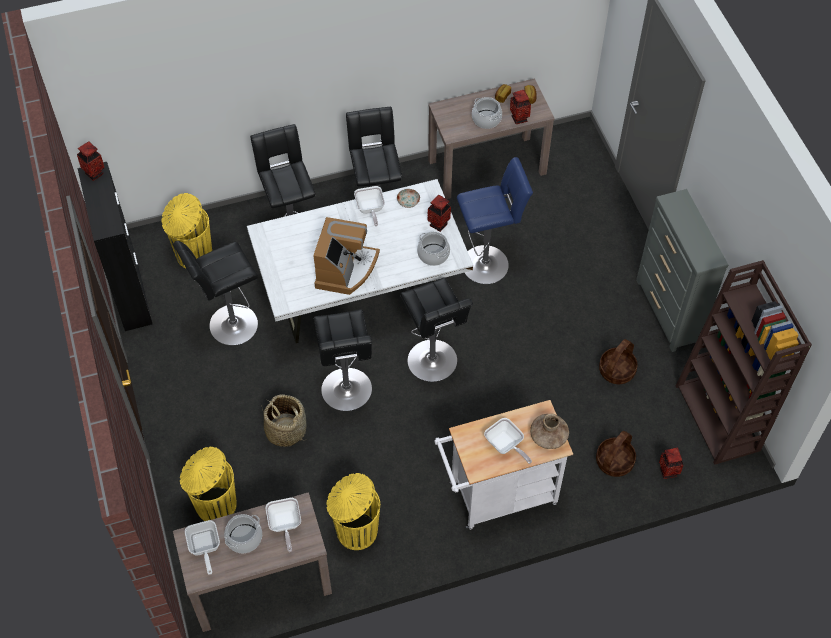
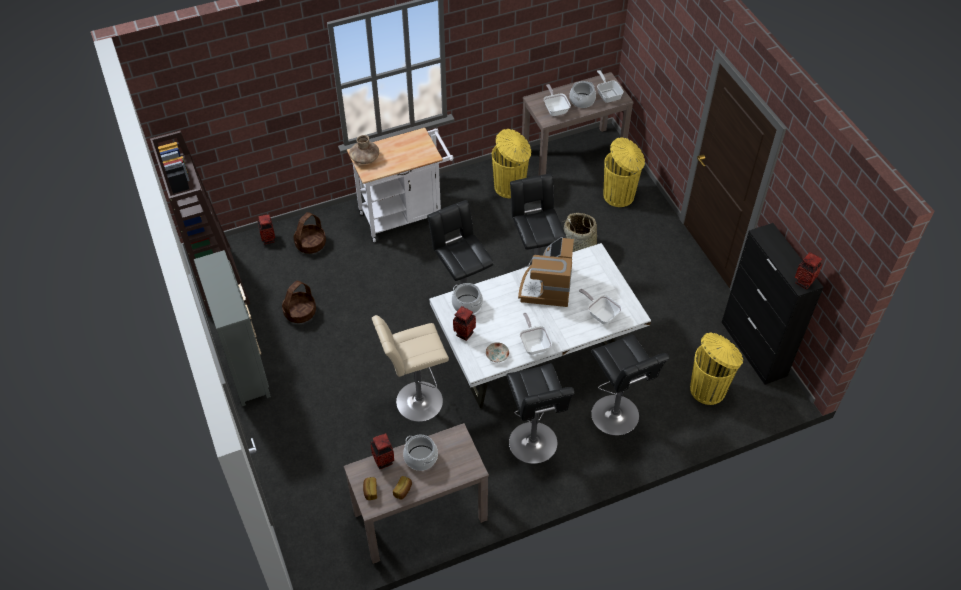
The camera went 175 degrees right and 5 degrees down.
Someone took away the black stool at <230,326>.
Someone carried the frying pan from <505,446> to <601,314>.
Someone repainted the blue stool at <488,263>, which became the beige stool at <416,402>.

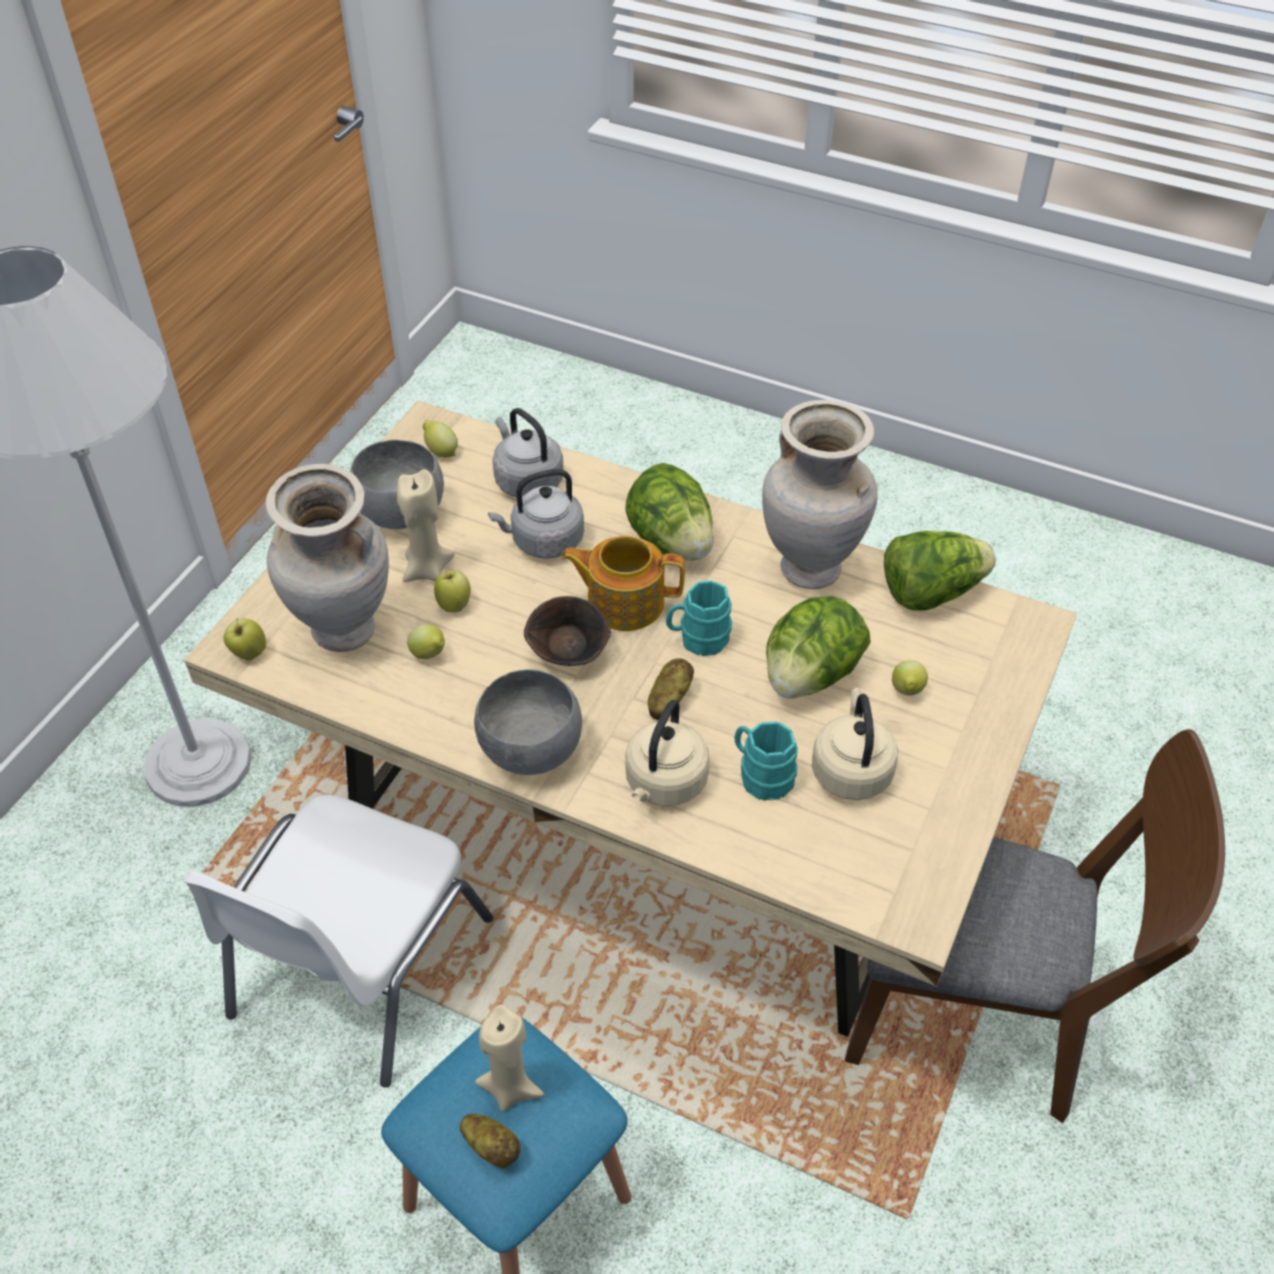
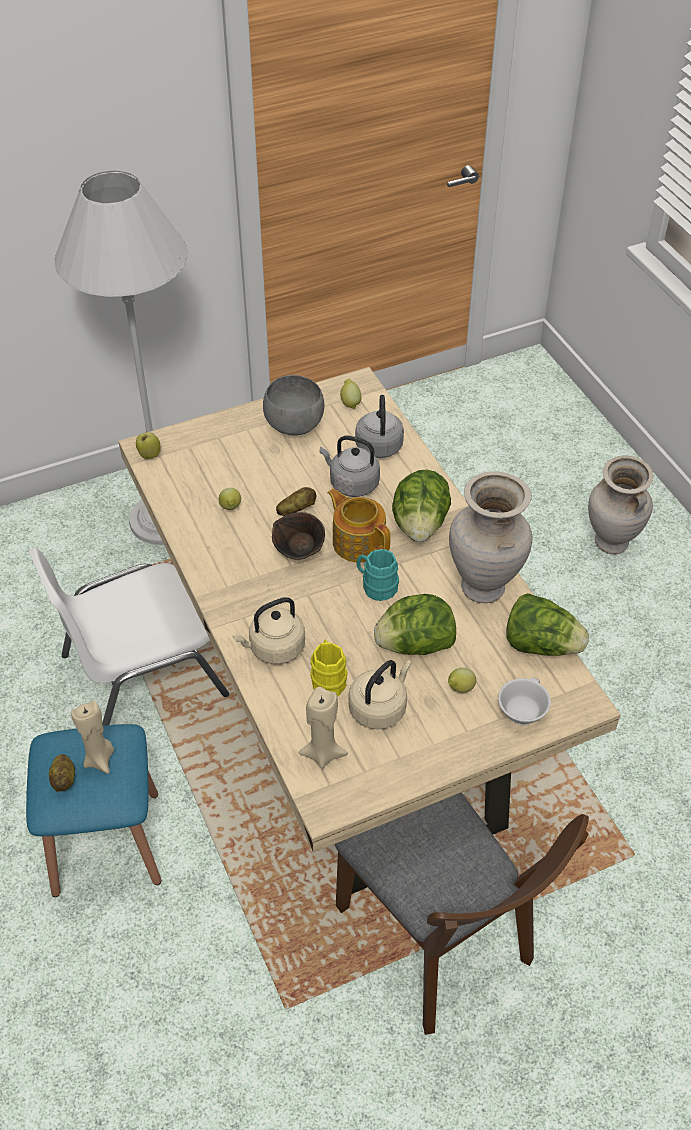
The camera went 40 degrees right and 0 degrees up.
Someone took away the apple at <454,604>.
Someone took away the grey bowl at <530,753>.
Someone put down the white cup at <520,710>.
Someone carried the beige vase from <343,633> to <610,544>.
Someone carried the beige candle from <427,569> to <323,753>.
Someone carried the potato from <668,700> to <296,510>.
Someone repainted the turquoise mug at <761,775>, which became the yellow mug at <328,678>.

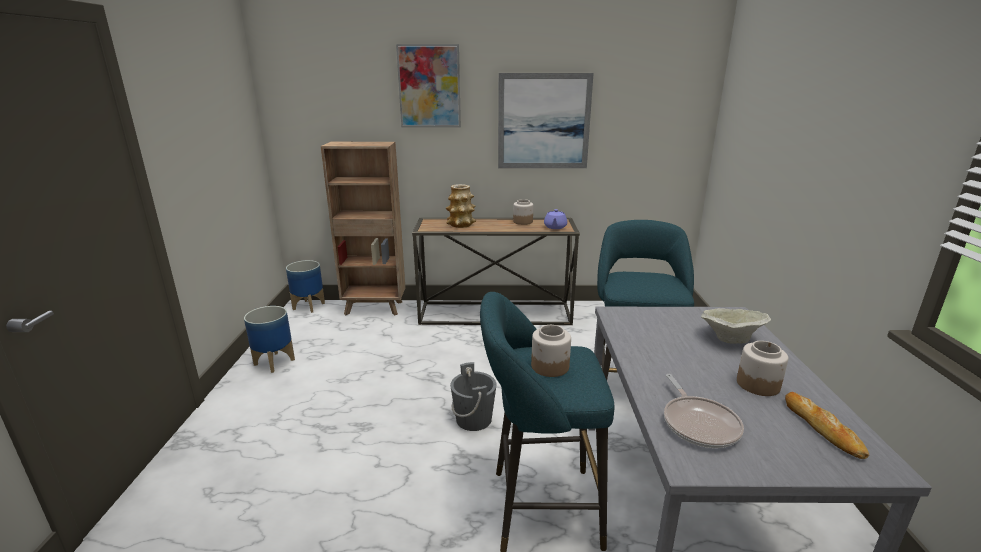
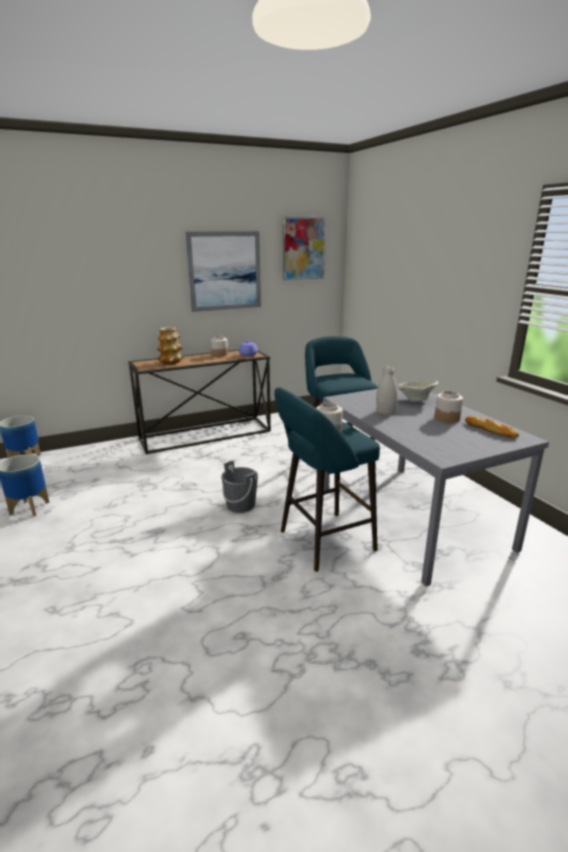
The camera went 25 degrees left and 0 degrees up.
Someone took away the brown bookcase at <375,308>.
Someone took away the frying pan at <698,423>.
Someone put down the white vase at <385,412>.
Someone carried the picture from <429,86> to <303,248>.

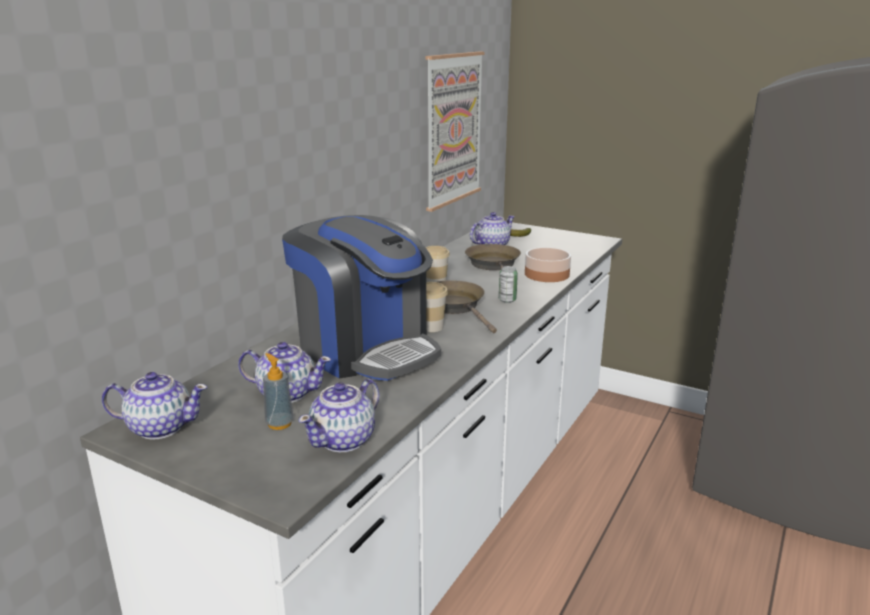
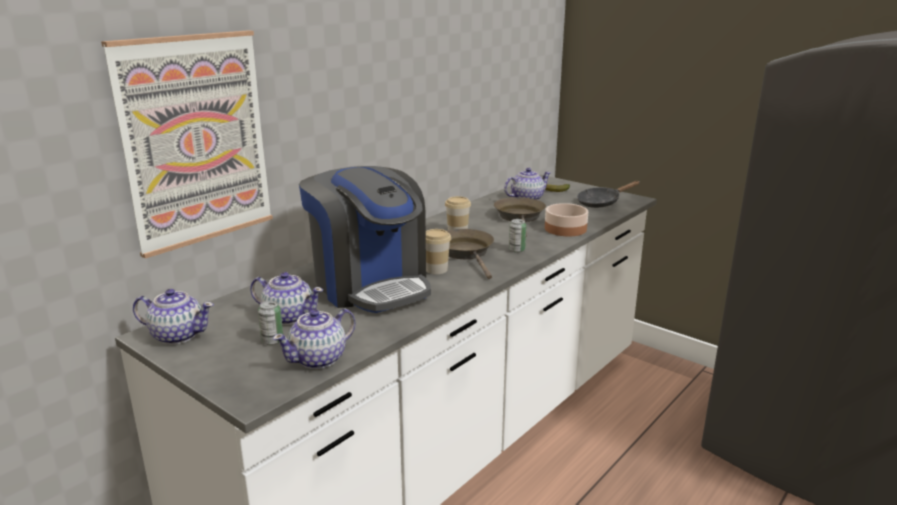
The camera went 10 degrees right and 0 degrees up.
Someone put down the black frying pan at <601,202>.
Someone carried the picture from <453,129> to <195,140>.
Someone swapped the soap dispenser at <279,423> for the can at <272,341>.

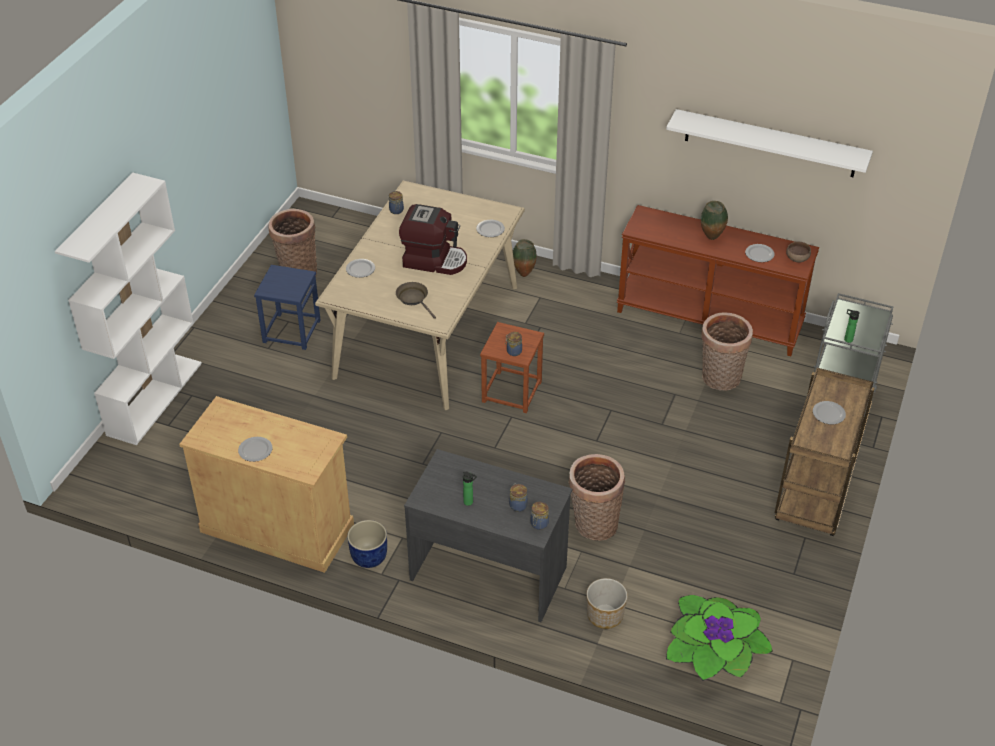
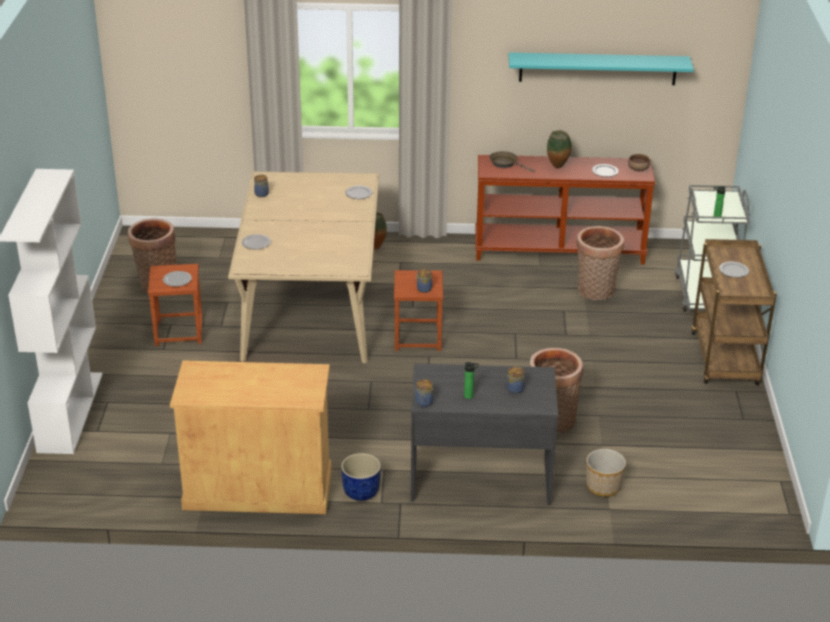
The camera went 20 degrees left and 10 degrees down.
Someone took away the coffee machine at <434,260>.
Someone took away the potted plant at <713,652>.
Someone carried the plate from <255,450> to <177,280>.
Someone carried the brown frying pan from <414,299> to <505,164>.
Someone carried the jar from <539,524> to <424,403>.
Someone repainted the blue stool at <291,331>, which became the brown stool at <178,331>.
Someone repainted the white shelf at <770,143>, which became the turquoise shelf at <597,68>.

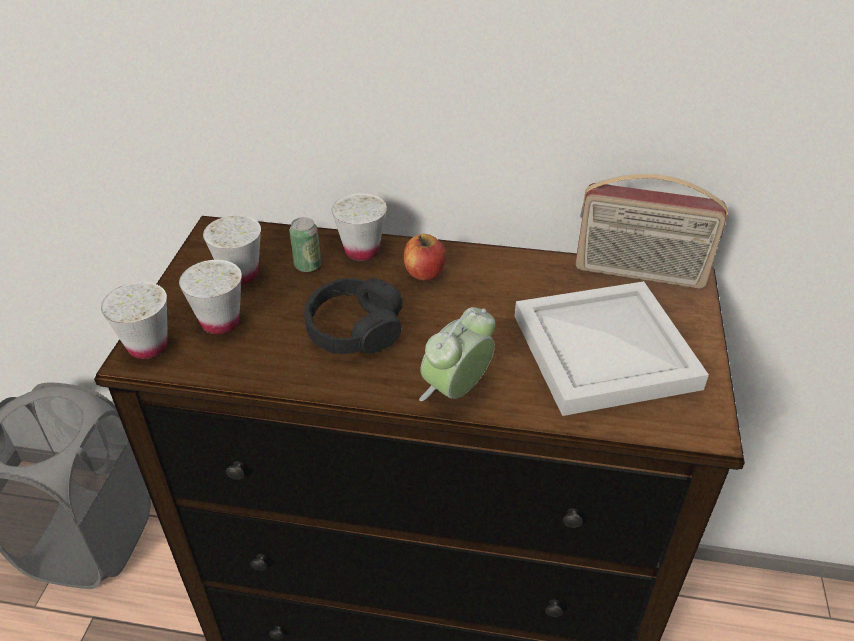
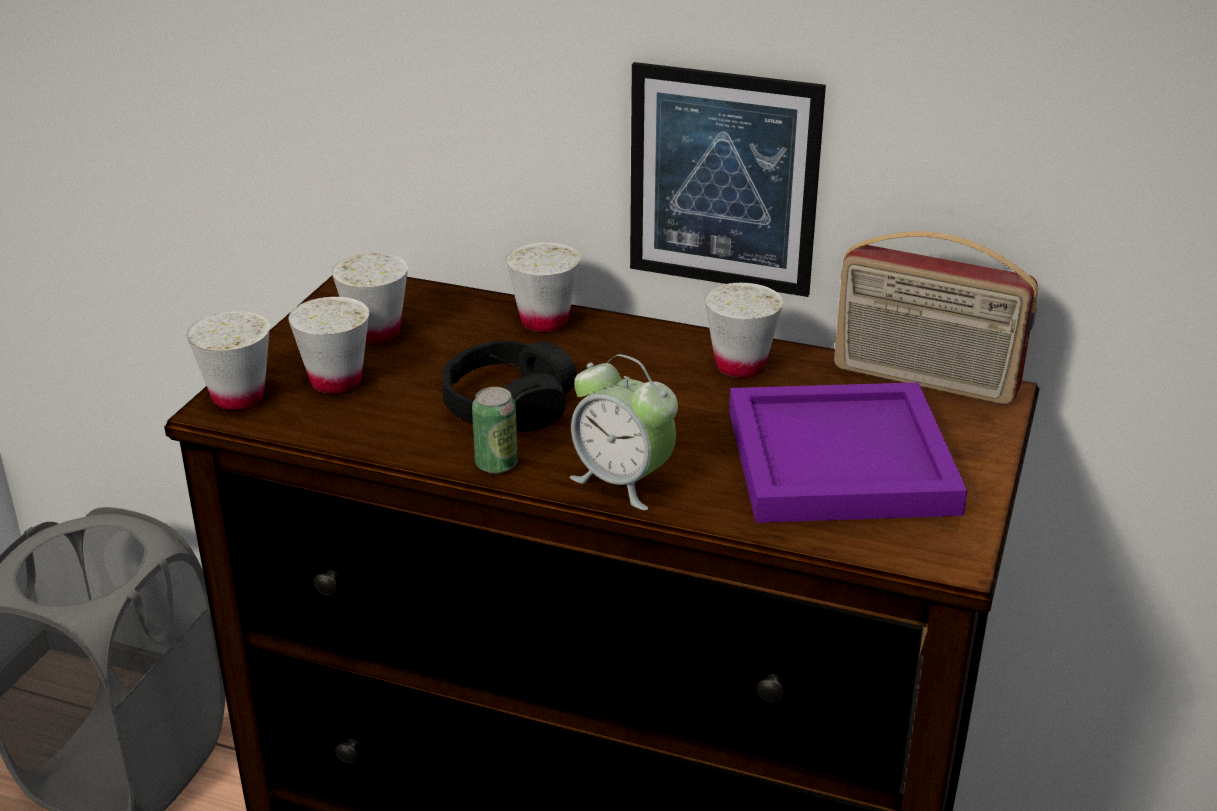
The camera went 10 degrees right and 10 degrees down.
Someone took away the apple at <424,273>.
Someone put up the picture at <723,180>.
Someone put down the white cup at <740,366>.
Someone carried the can from <307,265> to <496,464>.
Someone repainted the white tray at <603,353>, which became the purple tray at <837,462>.
Someone rotated the alarm clock at <456,390> by 105 degrees counterclockwise.

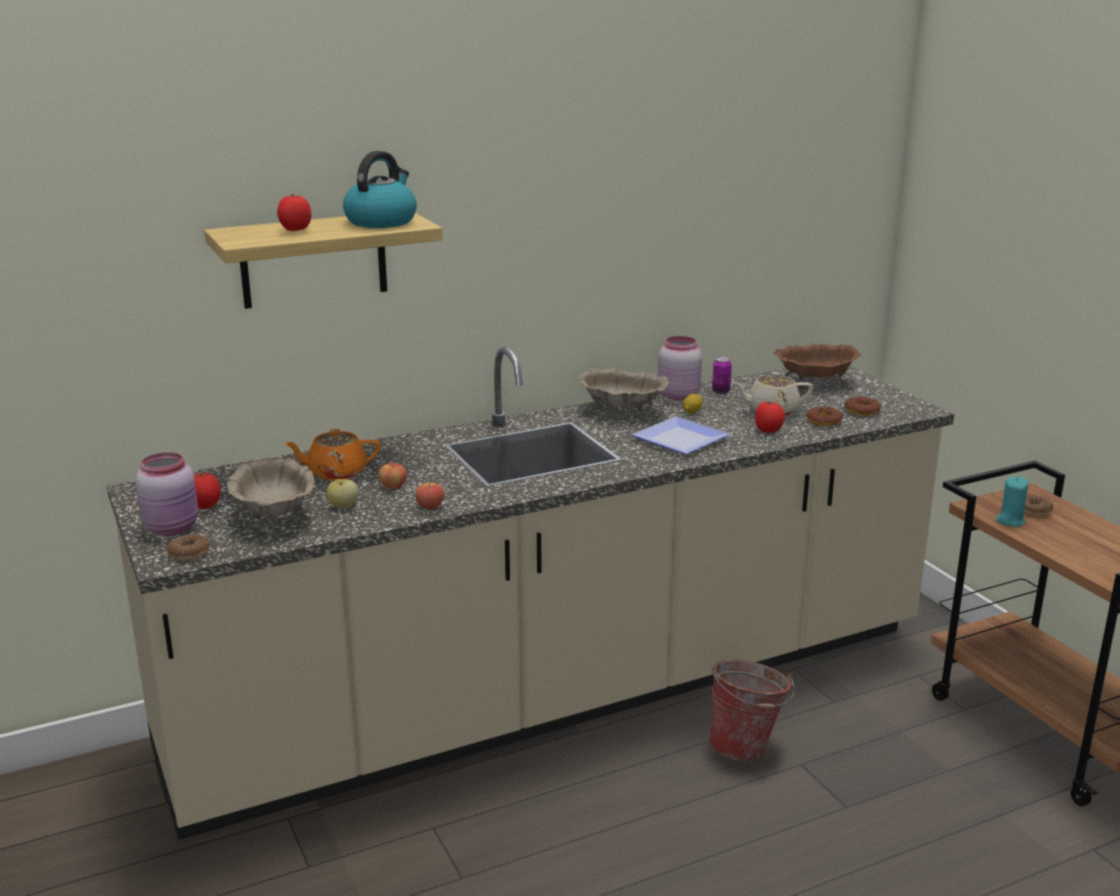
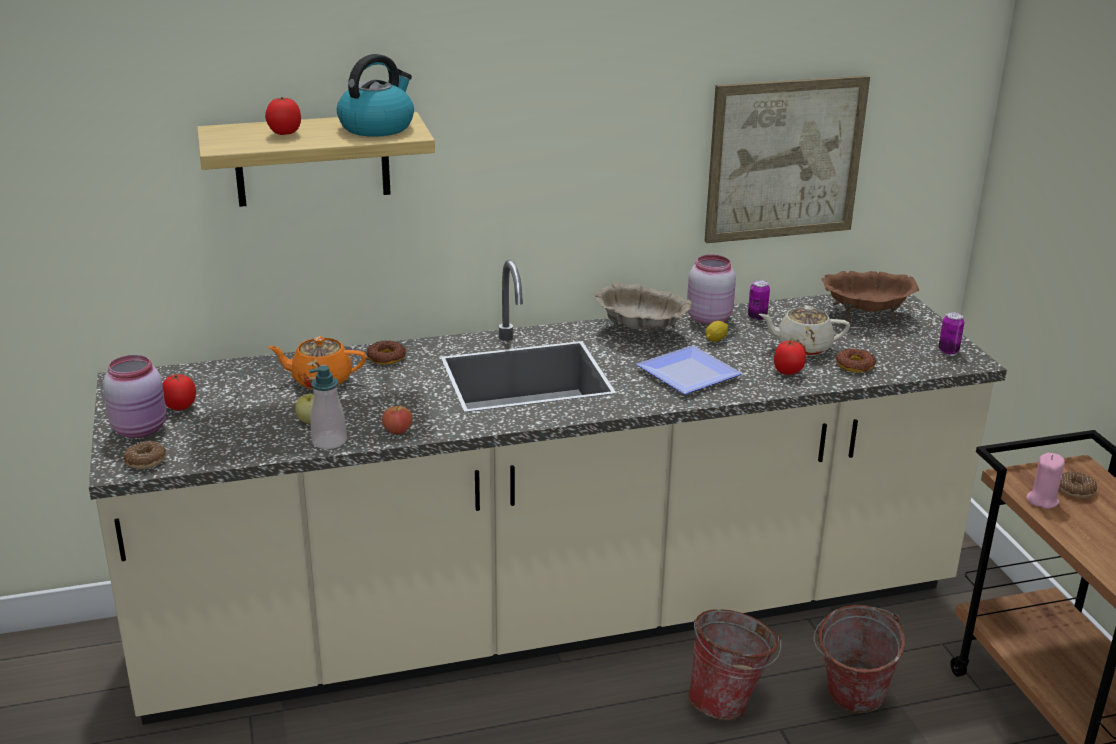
The camera went 10 degrees right and 5 degrees up.
Someone took away the beige bowl at <275,517>.
Someone took away the apple at <393,486>.
Someone put down the soap dispenser at <329,441>.
Someone put up the picture at <784,159>.
Someone put down the bucket at <849,702>.
Someone put down the can at <948,350>.
Someone carried the donut from <862,411> to <386,357>.
Someone repainted the turquoise candle at <1010,521>, which became the pink candle at <1042,500>.

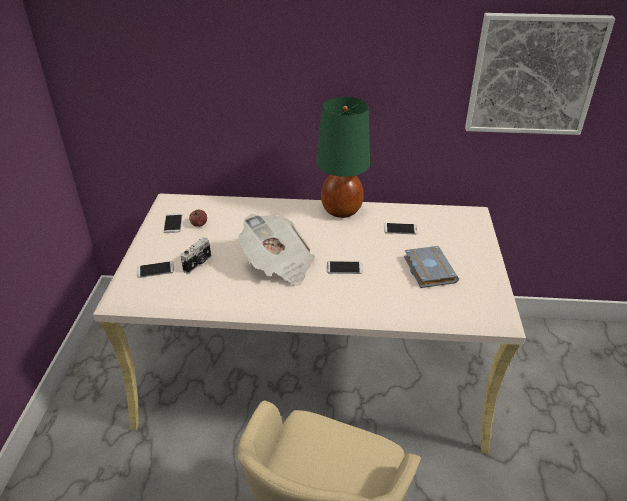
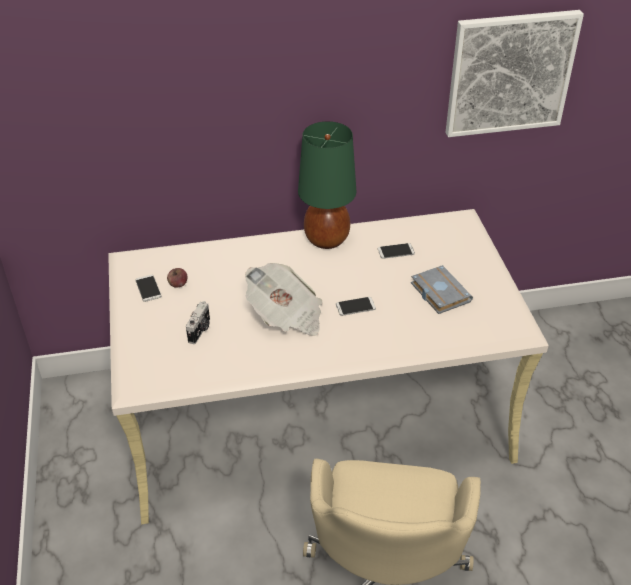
The camera went 15 degrees left and 5 degrees up.
Someone took away the phone at <155,270>.

